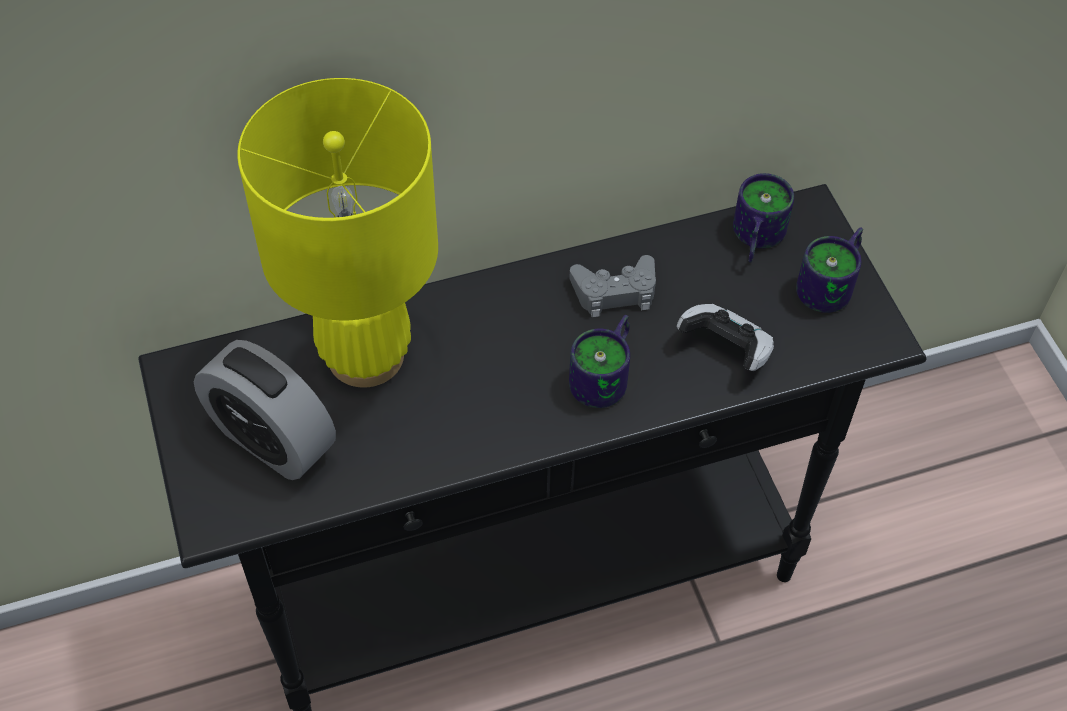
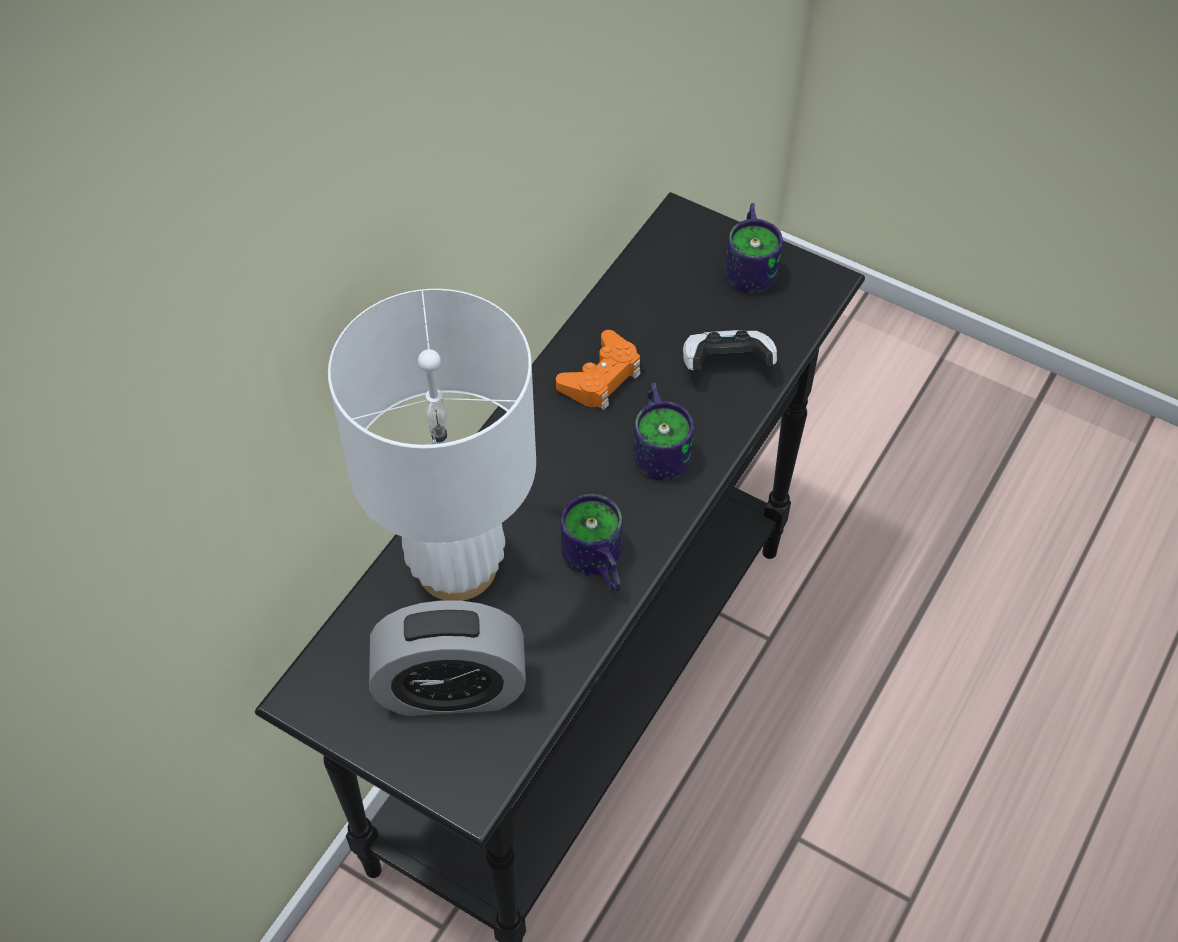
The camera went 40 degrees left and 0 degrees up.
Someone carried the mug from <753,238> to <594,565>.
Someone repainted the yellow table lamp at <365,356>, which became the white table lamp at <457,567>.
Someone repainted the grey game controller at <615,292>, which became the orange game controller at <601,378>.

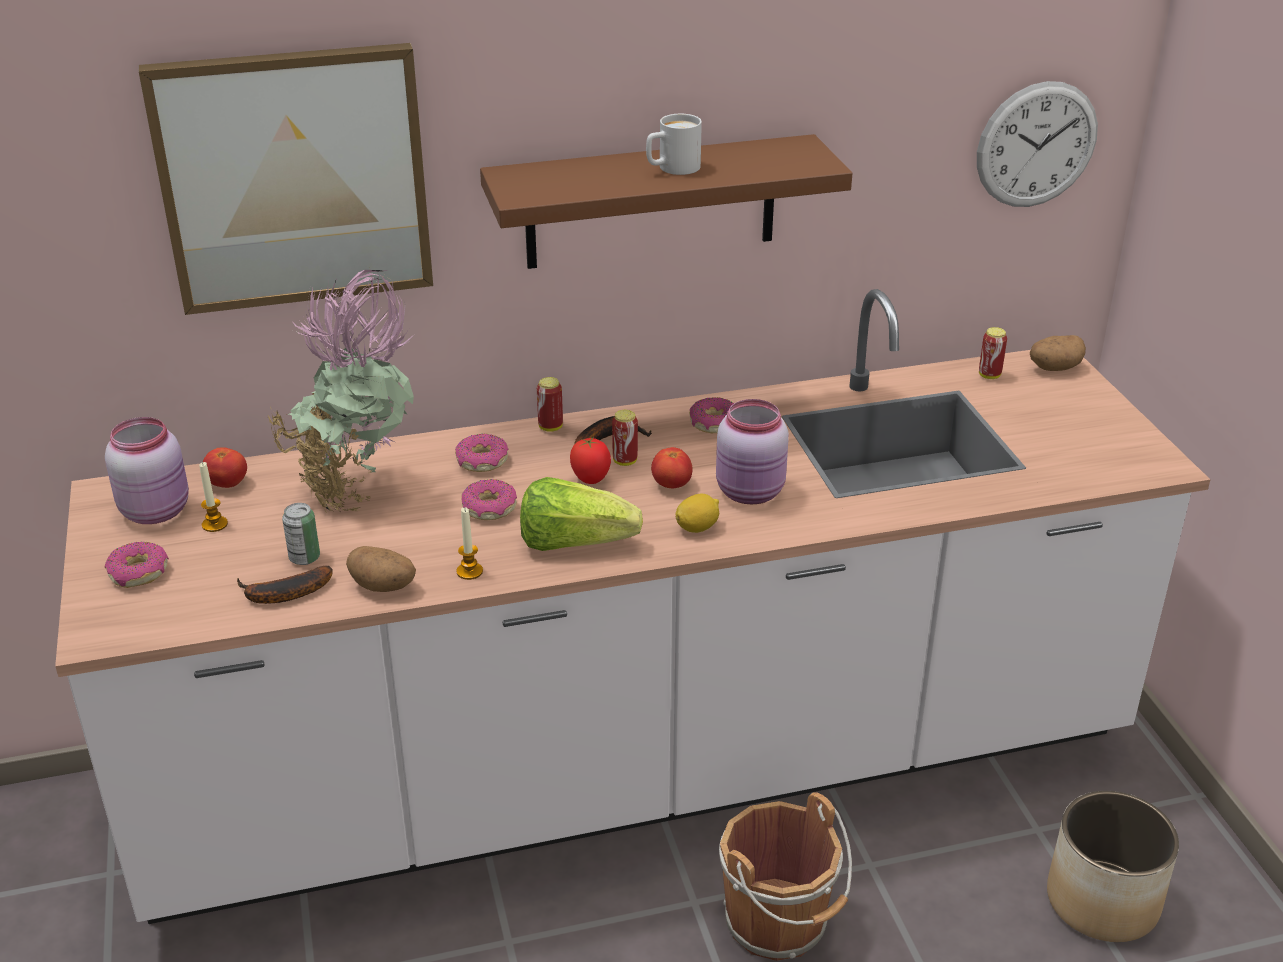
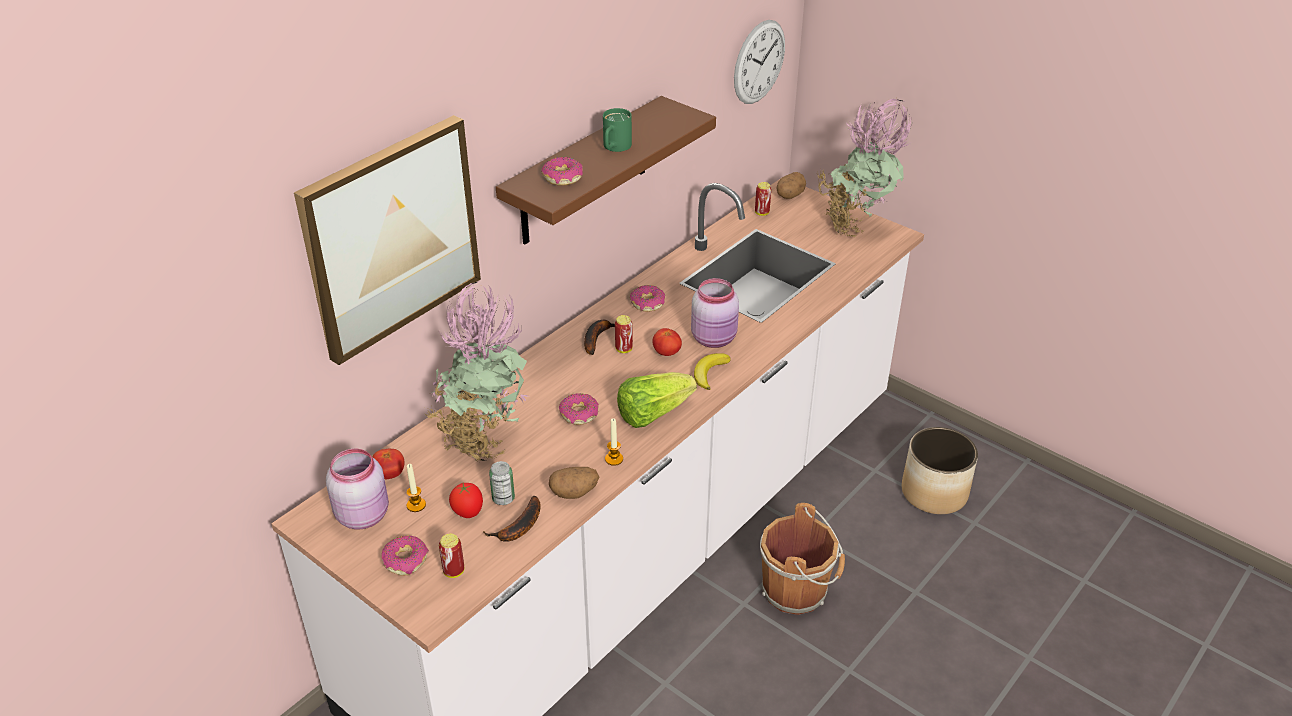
The camera went 35 degrees left and 5 degrees up.
Someone put down the potted plant at <856,226>.
Someone carried the donut from <482,461> to <562,178>.
Someone carried the can from <550,427> to <454,571>.
Someone carried the tomato from <591,480> to <468,513>.
Someone swapped the lemon at <697,527> for the banana at <709,373>.
Someone repainted the white mug at <671,169>, which became the green mug at <614,148>.

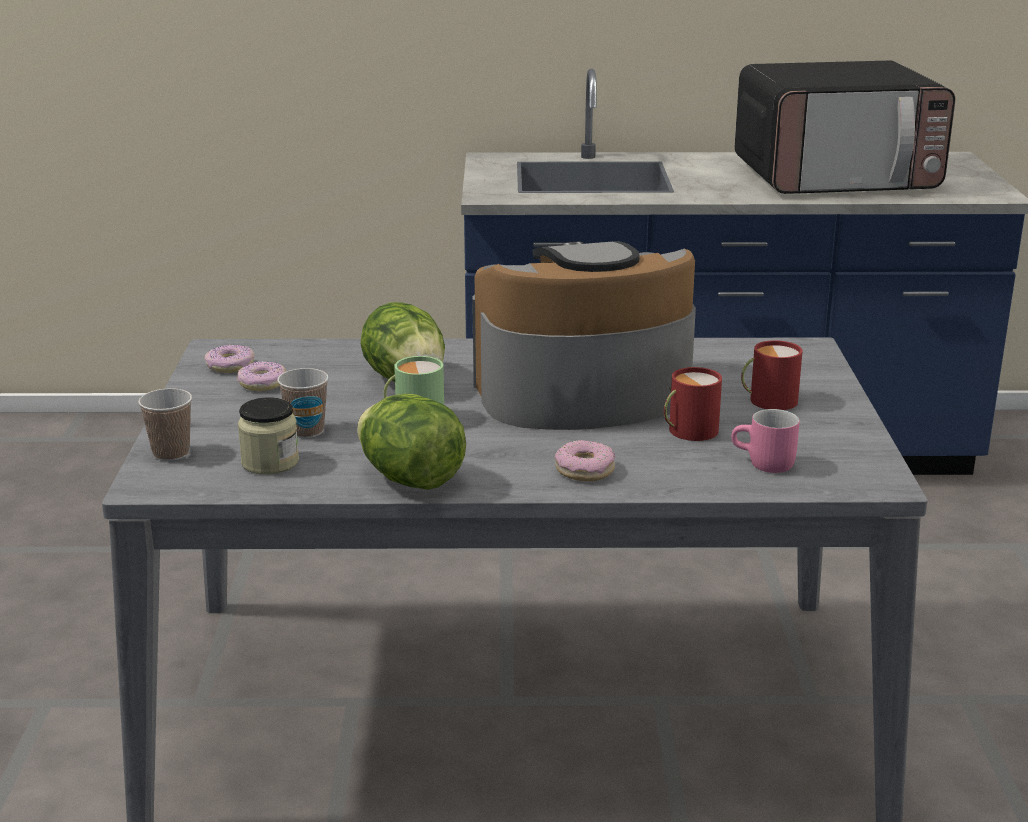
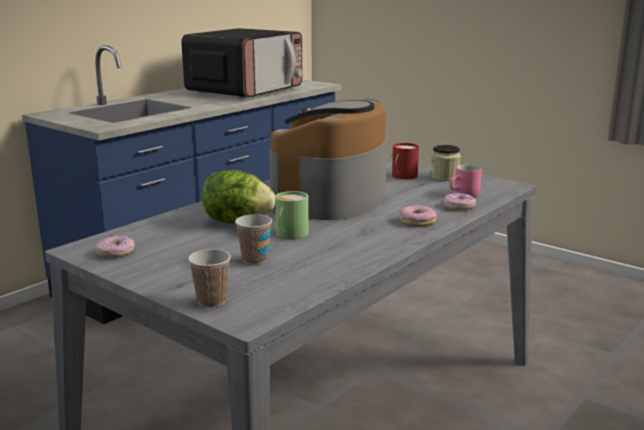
The camera went 50 degrees left and 5 degrees down.
Someone took away the lettuce at <411,479>.
Someone took away the red mug at <688,431>.
Someone carried the donut from <262,384> to <459,206>.
Someone carried the jar from <270,462> to <444,177>.

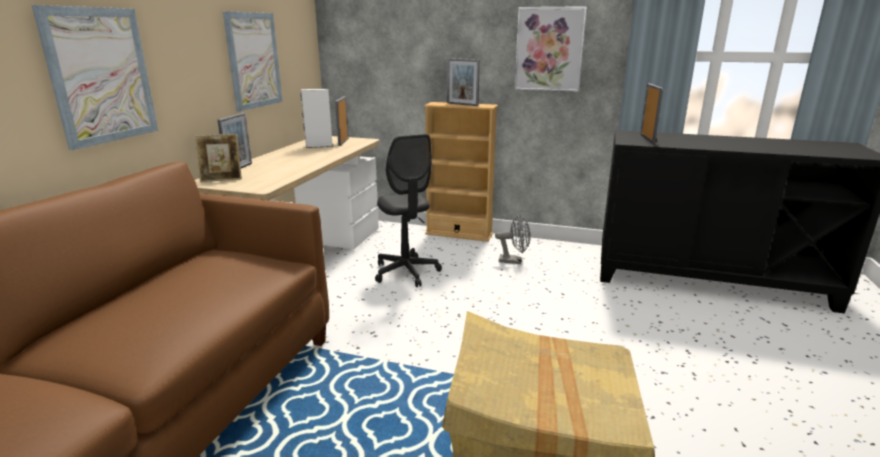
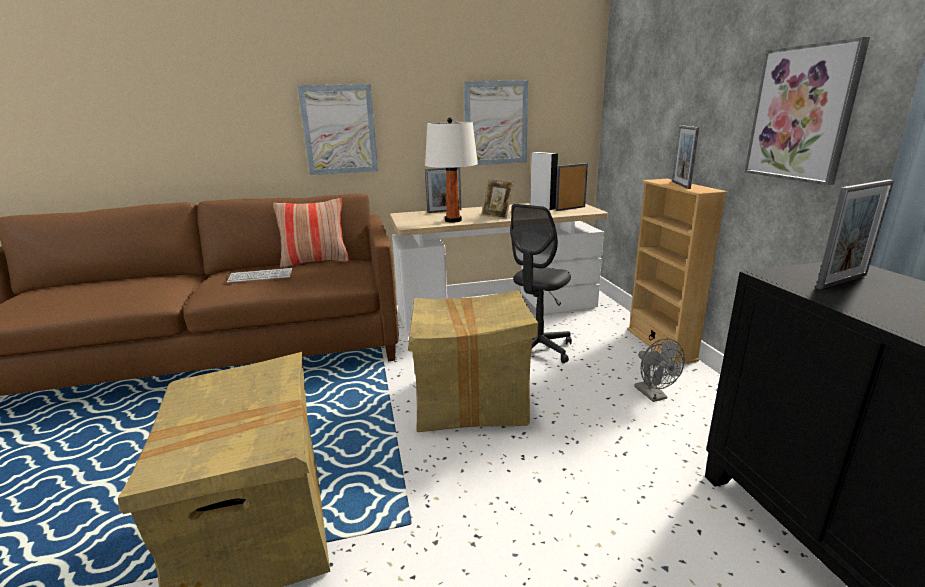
The camera went 60 degrees right and 0 degrees up.
Someone put down the keyboard at <260,276>.
Someone put down the pillow at <315,261>.
Someone put down the cardboard box at <471,401>.
Someone put down the white table lamp at <453,220>.
Someone carried the picture frame from <222,179> to <497,216>.

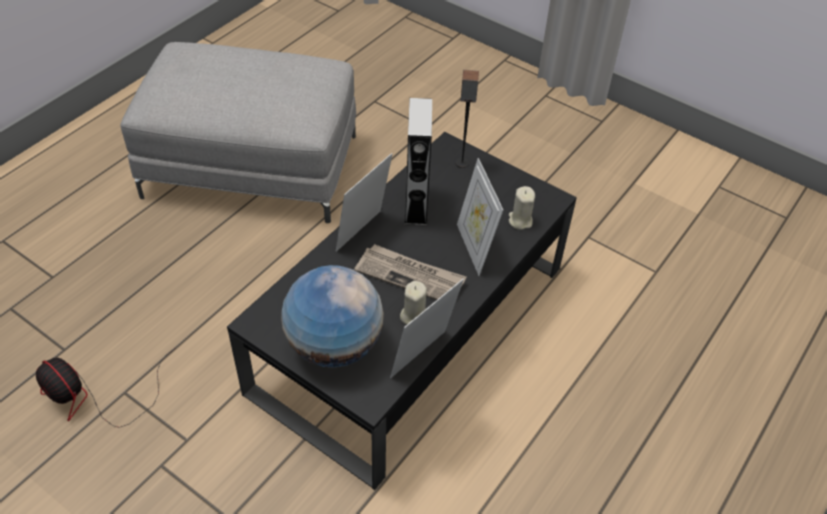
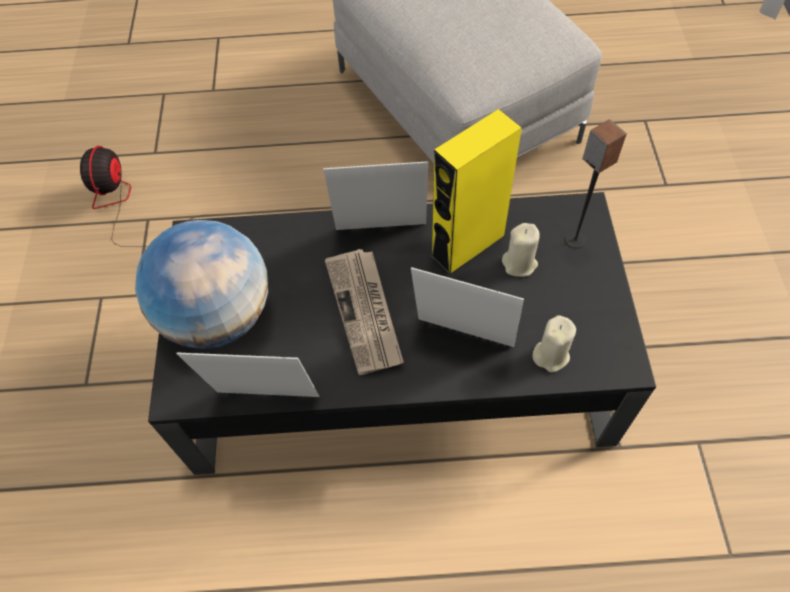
The camera went 55 degrees right and 10 degrees up.
Someone carried the beige candle from <413,315> to <519,263>.
Someone repainted the grey speaker at <416,205>, which became the yellow speaker at <468,246>.
Someone rotated the picture frame at <474,248> by 75 degrees clockwise.

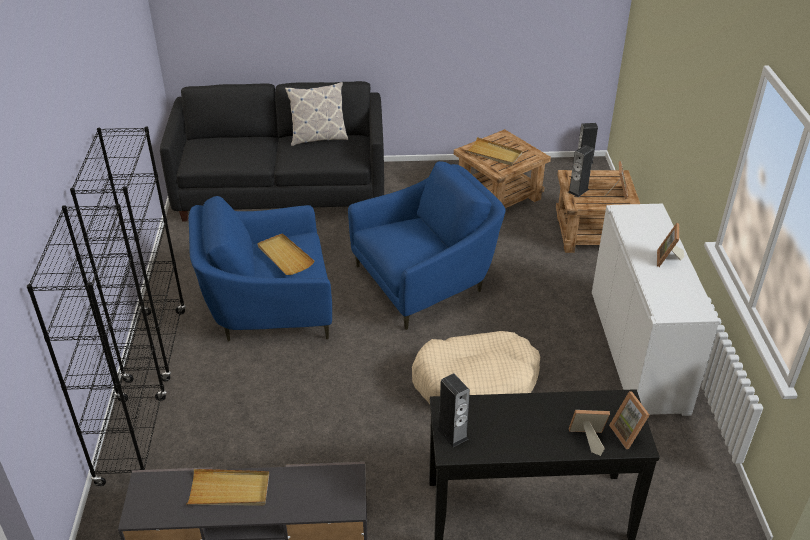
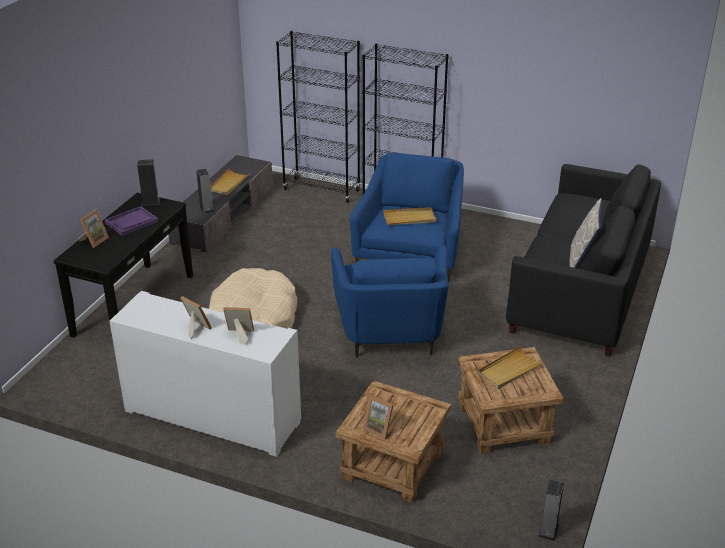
The camera went 115 degrees right and 5 degrees down.
Someone put down the purple tray at <131,222>.
Someone carried the speaker from <578,191> to <206,209>.
Someone carried the picture frame from <629,434> to <239,335>.

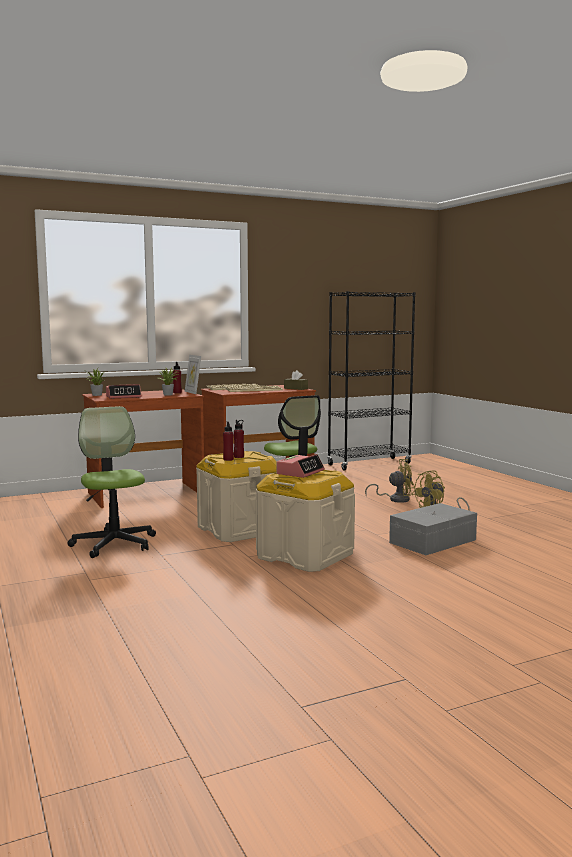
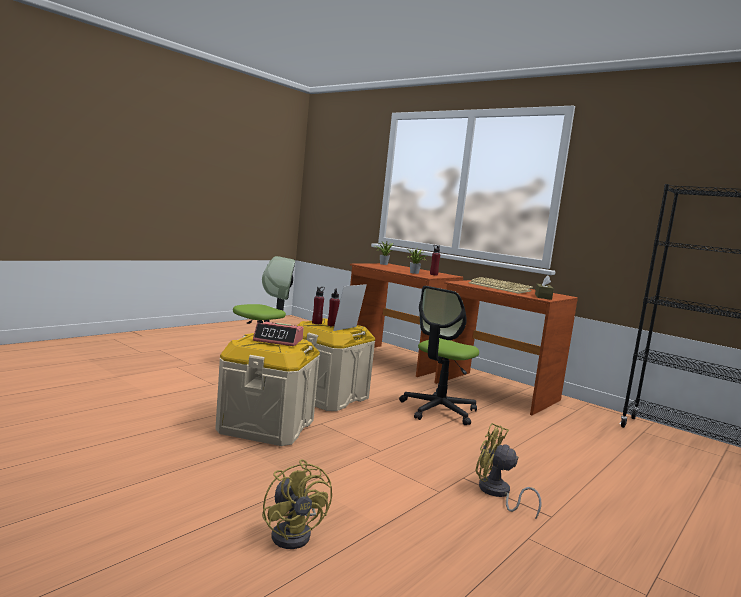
The camera went 65 degrees right and 0 degrees up.
Someone took away the alarm clock at <123,397>.
Someone took away the grey storage box at <434,541>.
Someone carried the picture frame from <193,392> to <347,329>.
Someone carried the yellow fan from <395,499> to <295,533>.

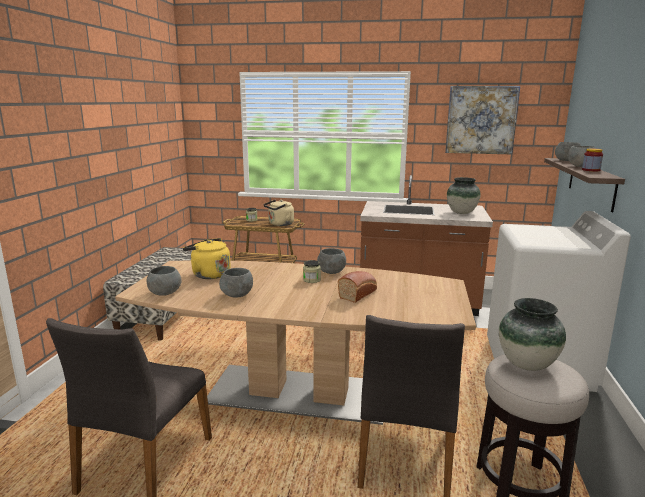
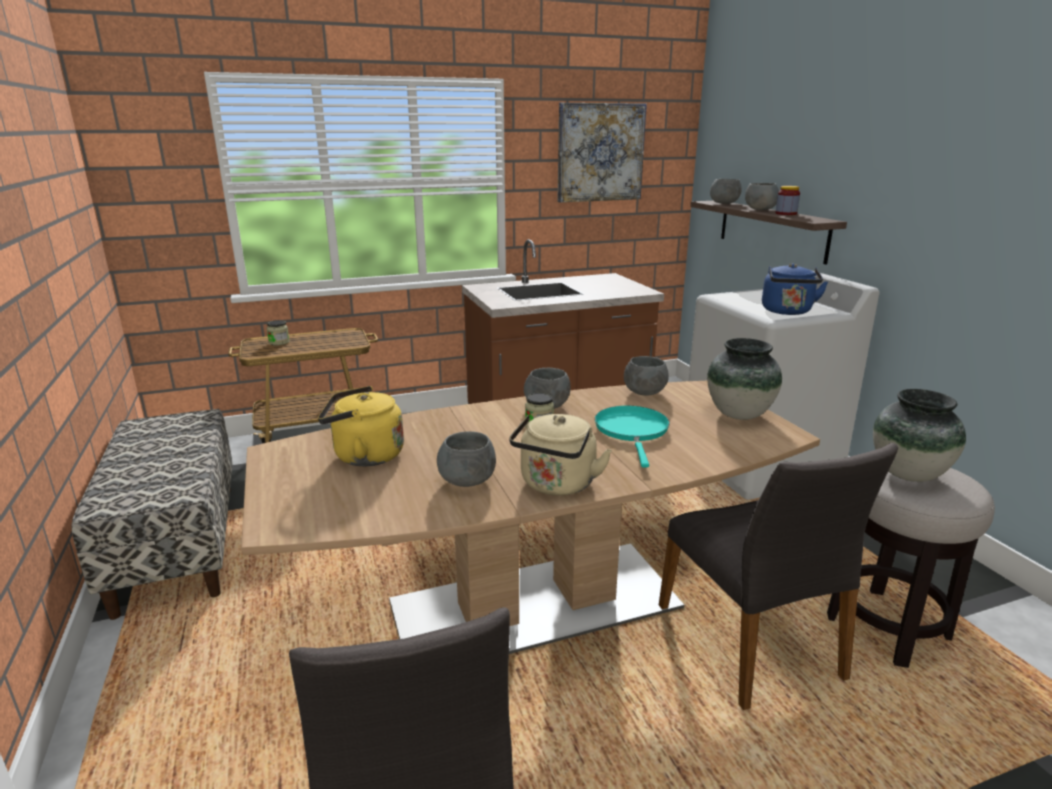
The camera went 30 degrees left and 5 degrees up.
Someone put down the blue kettle at <787,312>.
Someone carried the grey bowl from <164,293> to <644,392>.
Someone carried the beige kettle from <279,224> to <556,485>.
Someone carried the vase from <462,212> to <739,415>.
Someone swapped the bread at <358,294> for the turquoise frying pan at <632,431>.

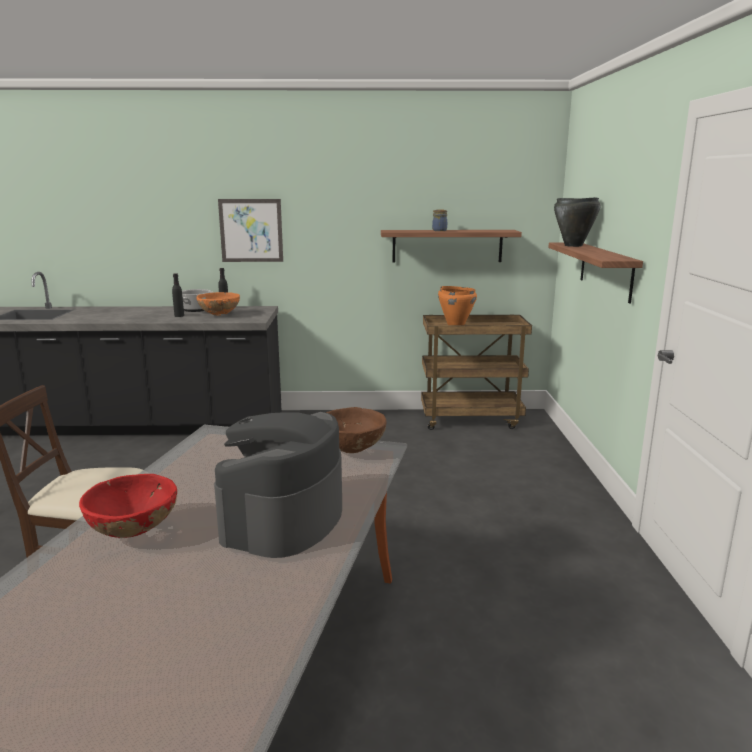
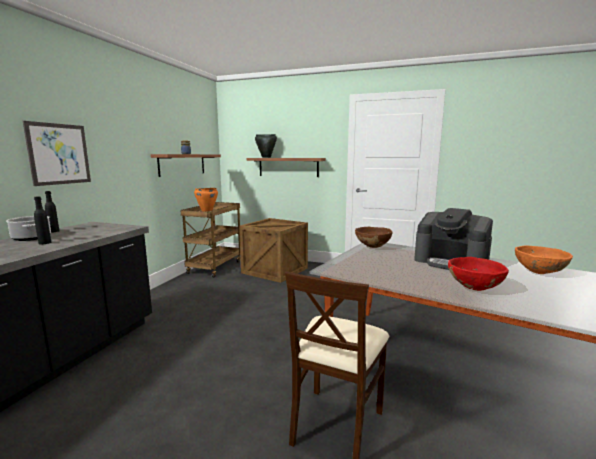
The camera went 70 degrees left and 5 degrees down.
Someone put down the crate at <276,270>.
Someone carried the orange bowl from <219,315> to <539,273>.

